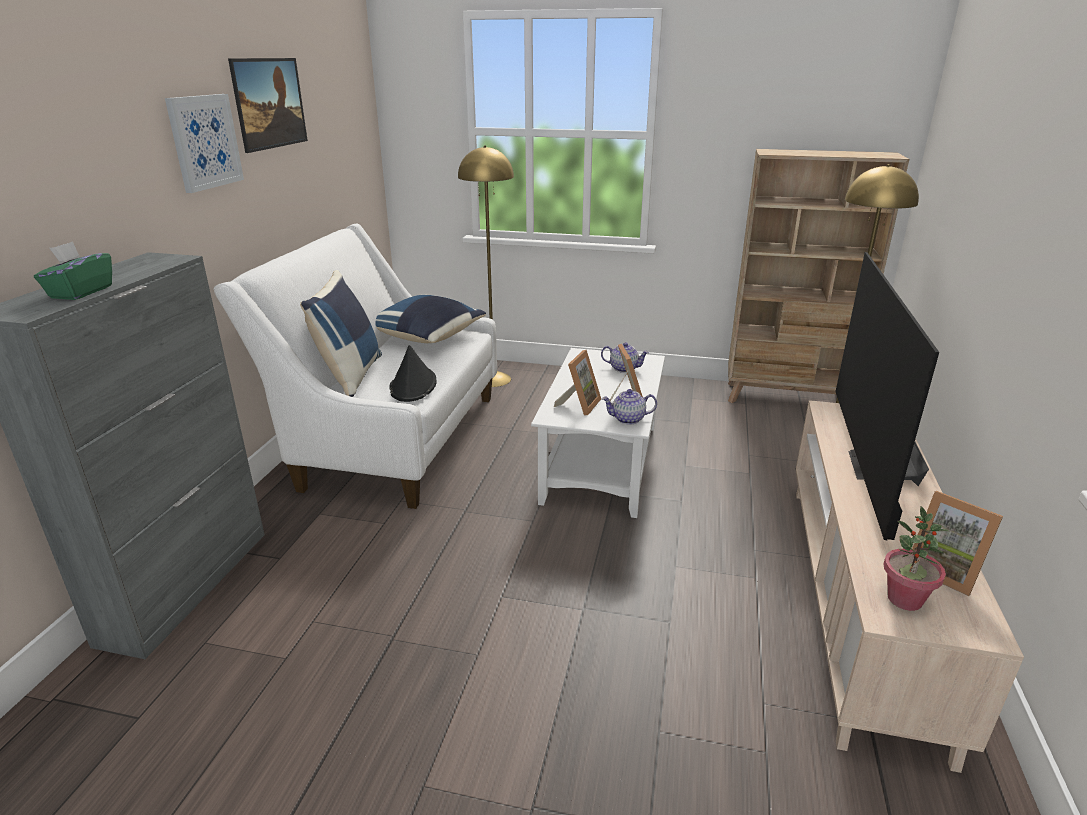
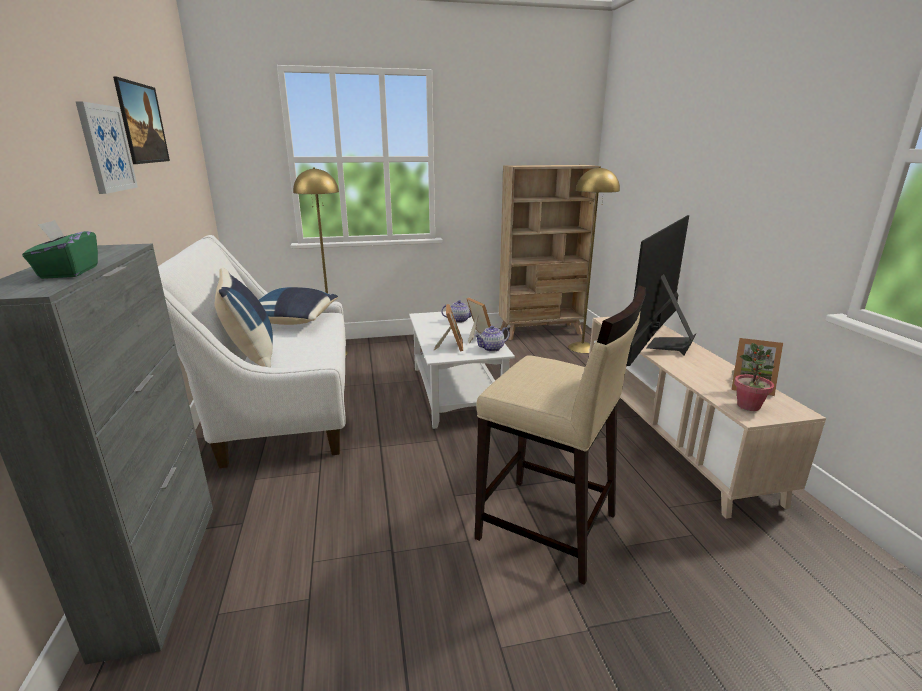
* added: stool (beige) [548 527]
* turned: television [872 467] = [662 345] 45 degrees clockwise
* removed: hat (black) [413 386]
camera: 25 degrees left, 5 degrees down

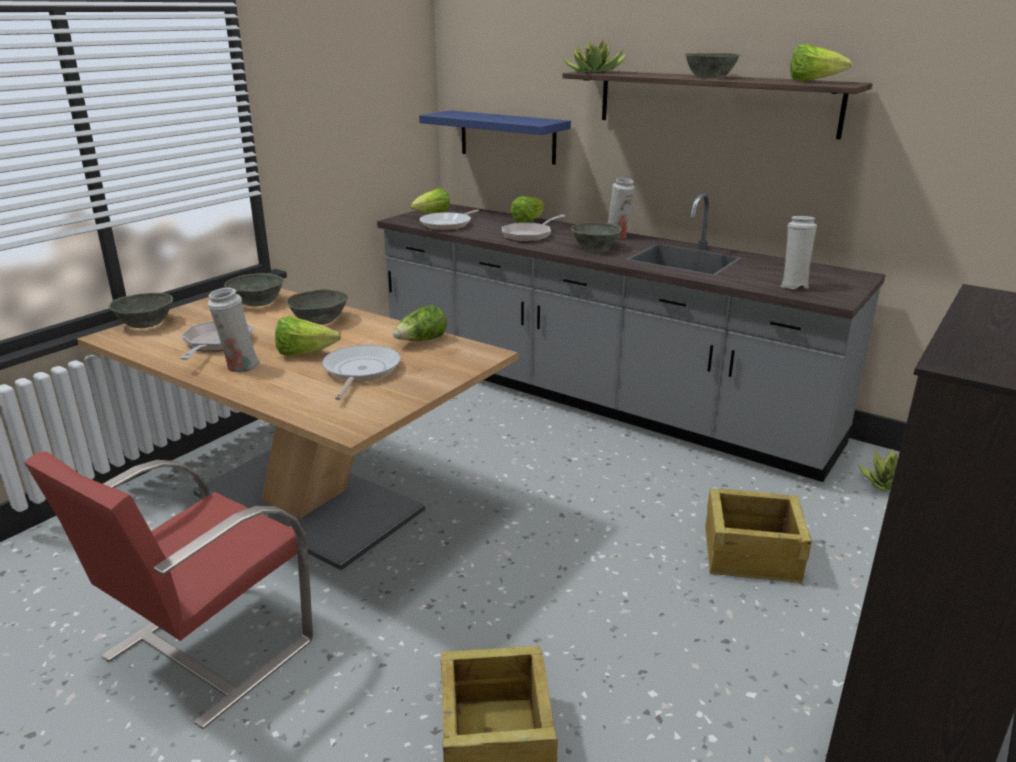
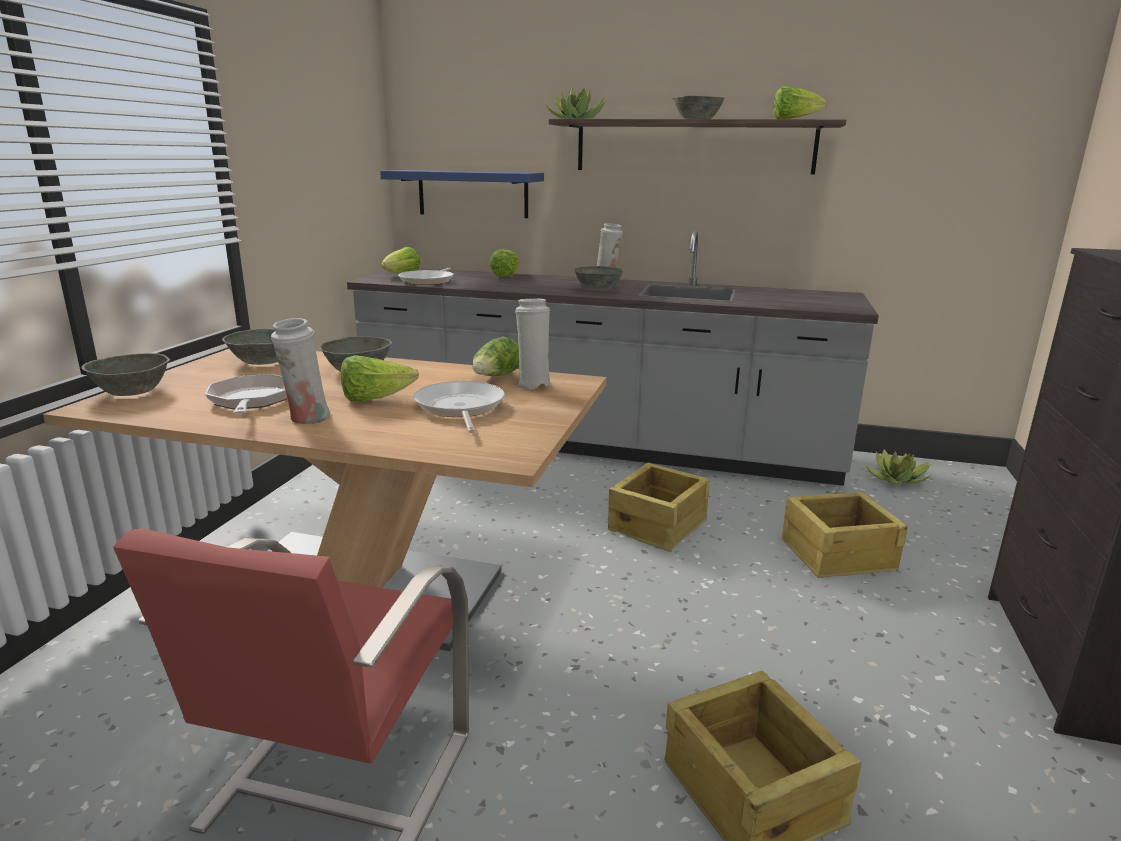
* moved: vase (white) [793 286] to [533 385]
* added: crate [659 525]
* removed: frying pan [529 235]
camera: 20 degrees left, 5 degrees down

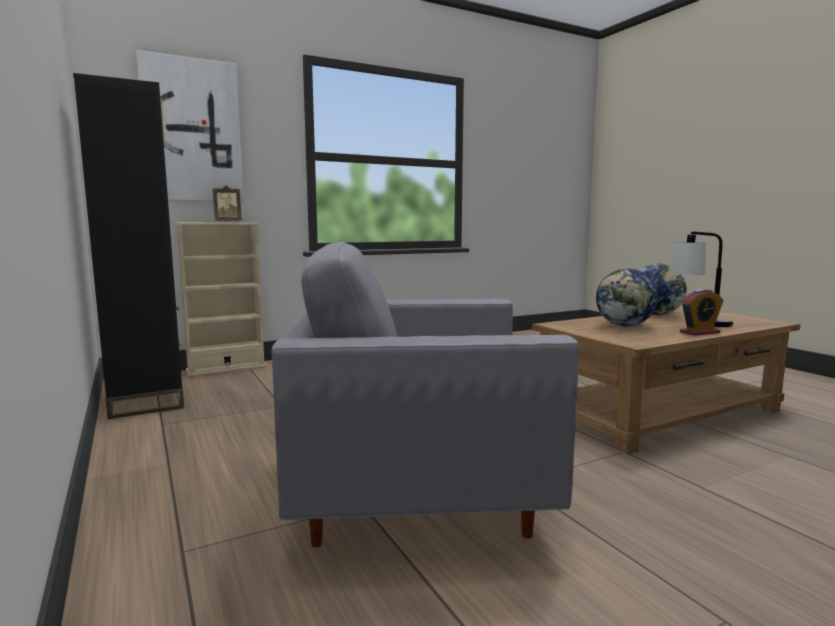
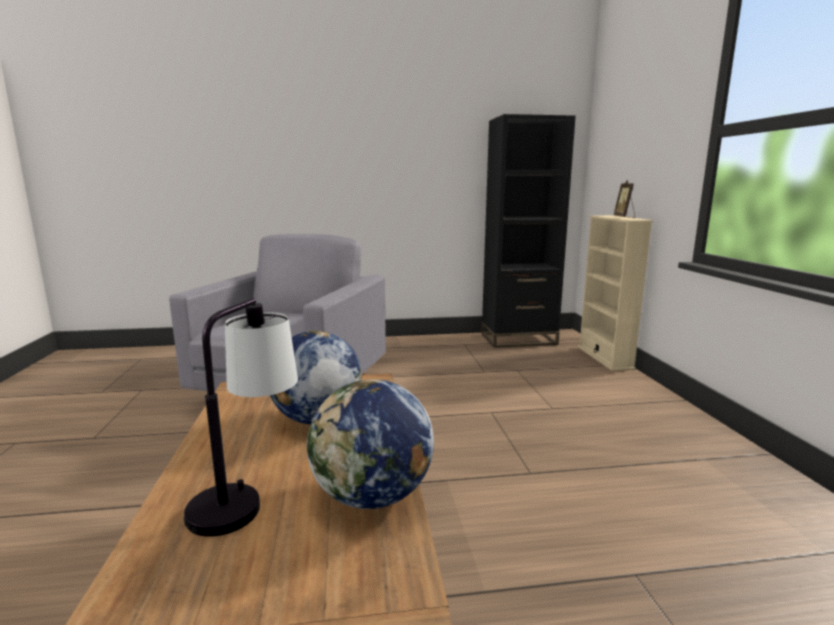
* removed: picture [192 131]
* removed: alarm clock [699 332]
camera: 110 degrees right, 5 degrees up

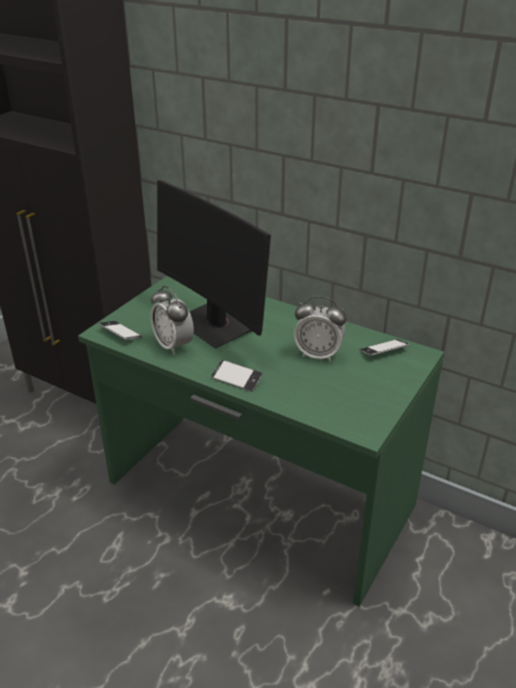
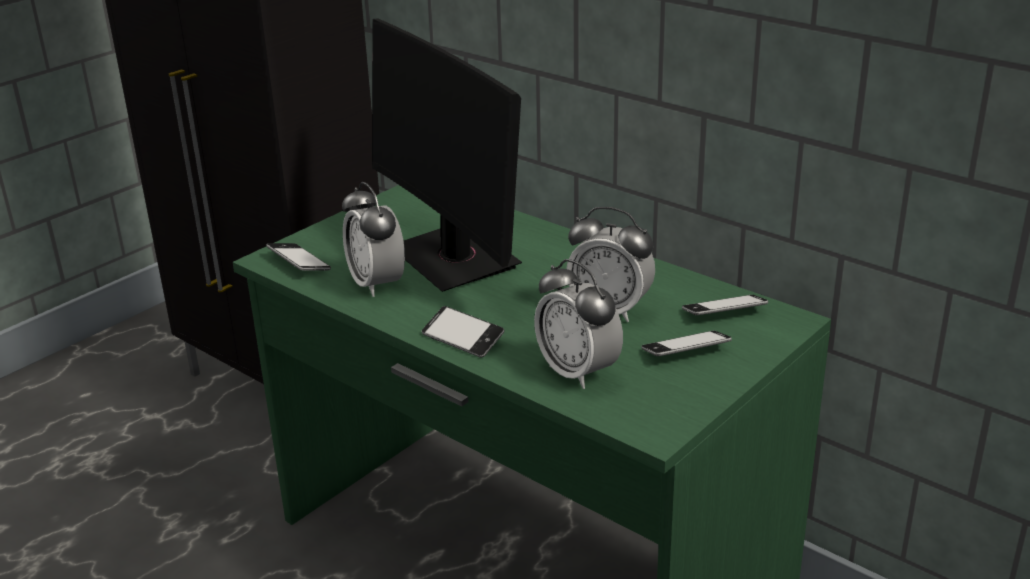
* added: alarm clock [578 372]
* added: phone [686 350]
camera: 10 degrees right, 5 degrees down

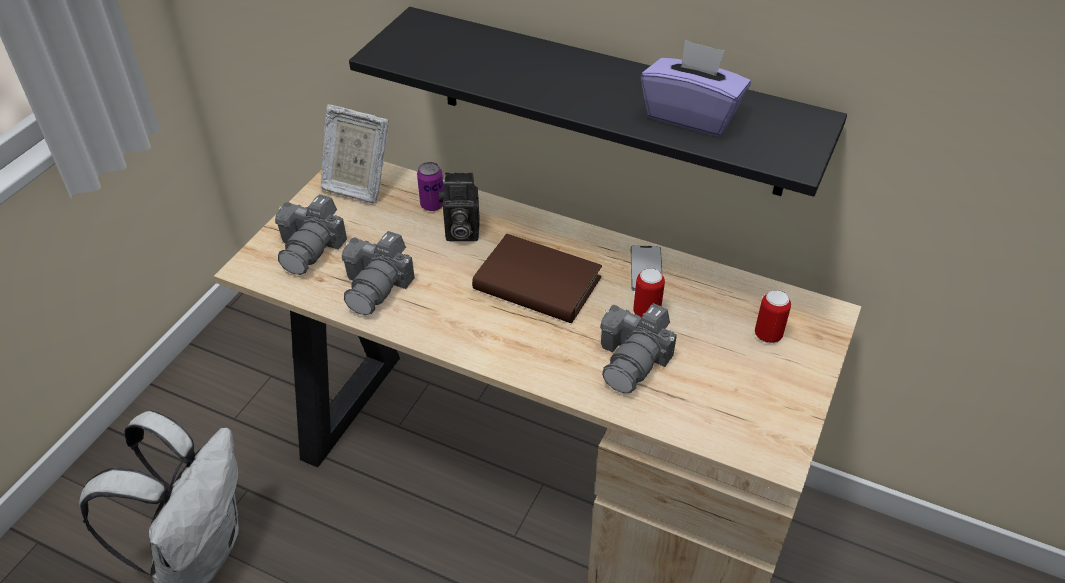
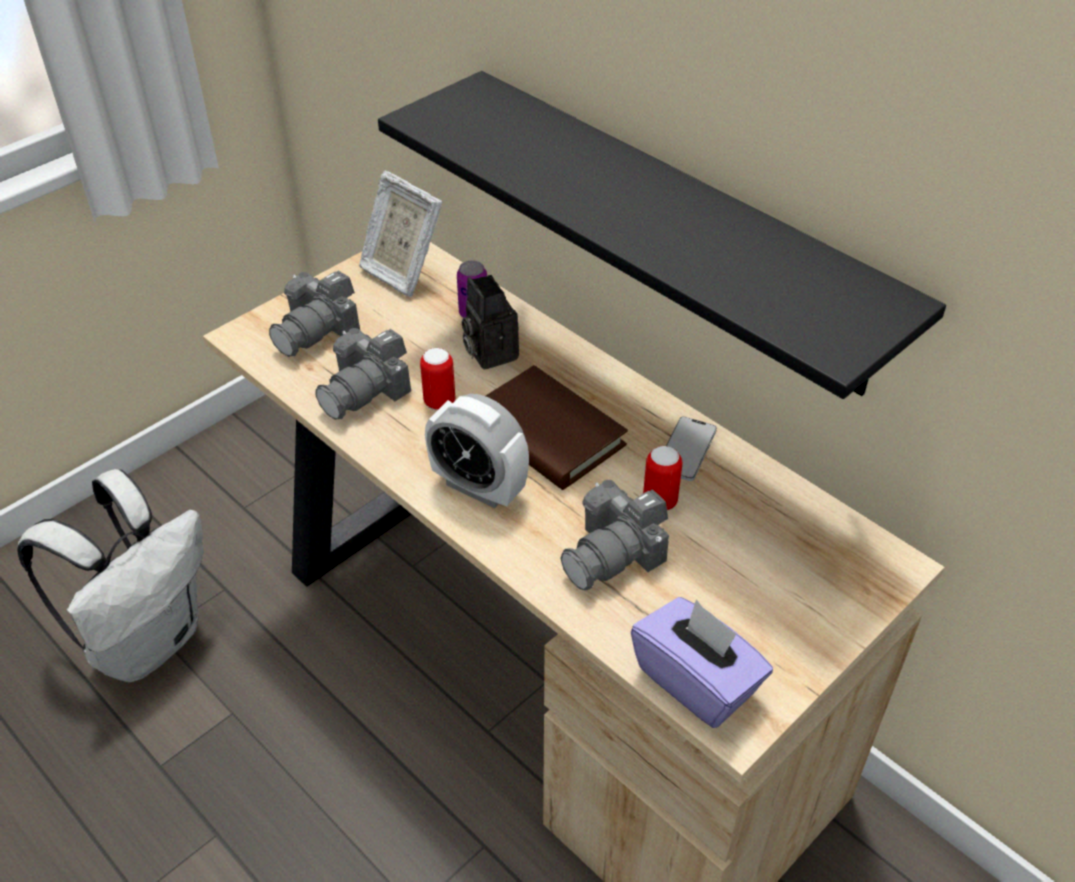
* moved: can [768 335] to [439 402]
* added: alarm clock [478 487]
* turned: photo camera [460 232] = [488 352] 45 degrees clockwise
* moved: tissue box (purple) [691 115] to [697 681]
camera: 20 degrees right, 0 degrees up

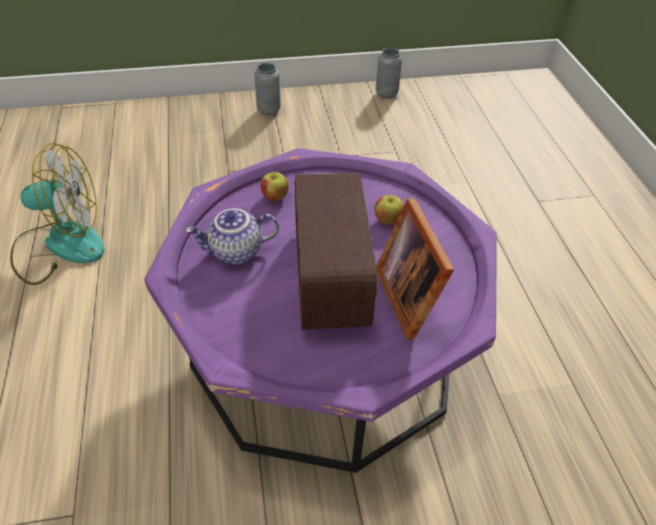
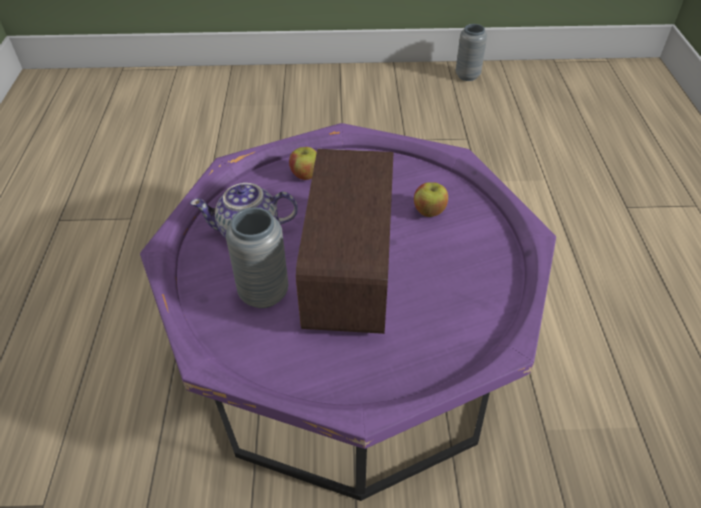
* moved: vase (grey) [268 110] to [264 293]
* removed: fan [60 245]
* removed: picture frame [411 296]
camera: 10 degrees right, 0 degrees up

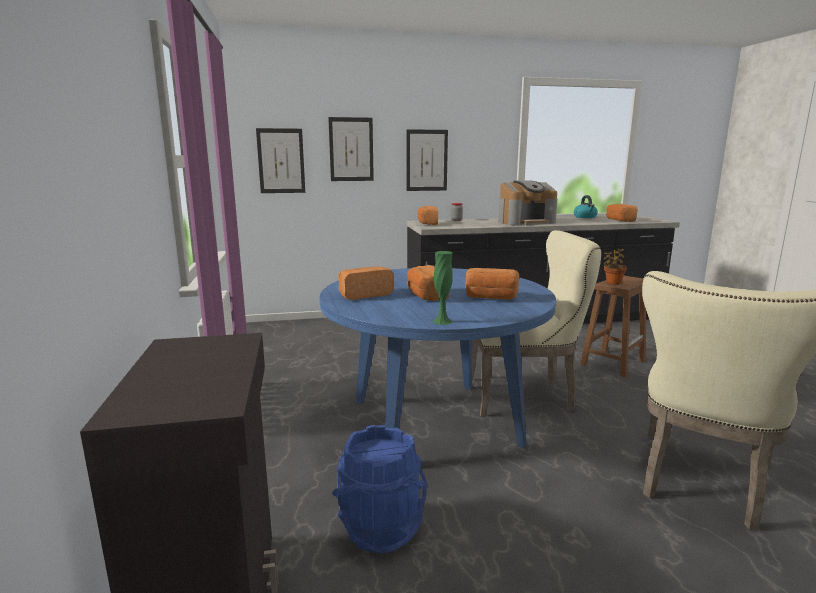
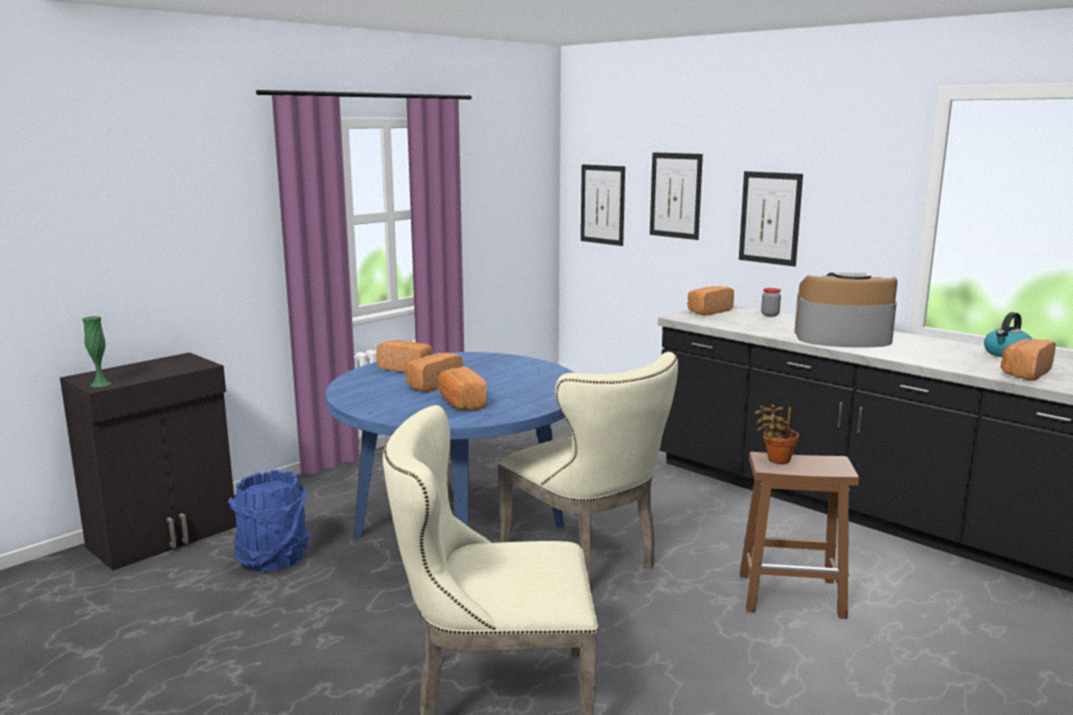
* moved: vase (green) [442 321] to [100 384]
* turned: coffee machine [525 222] = [842 338] 150 degrees clockwise
camera: 55 degrees right, 0 degrees up

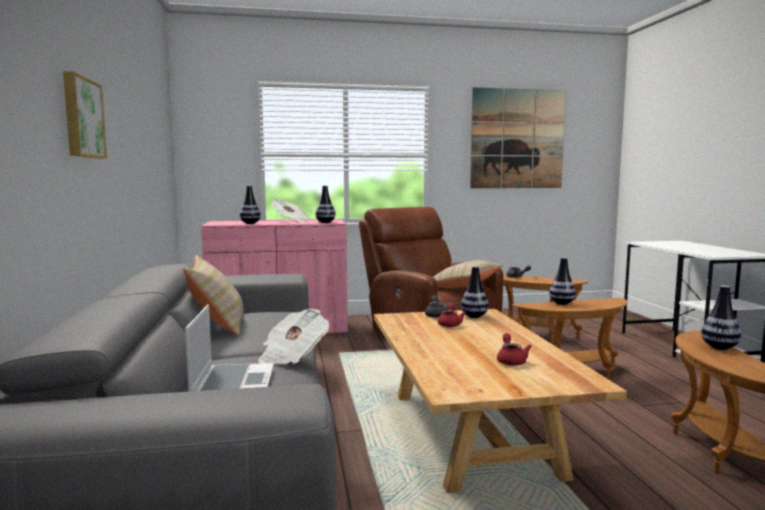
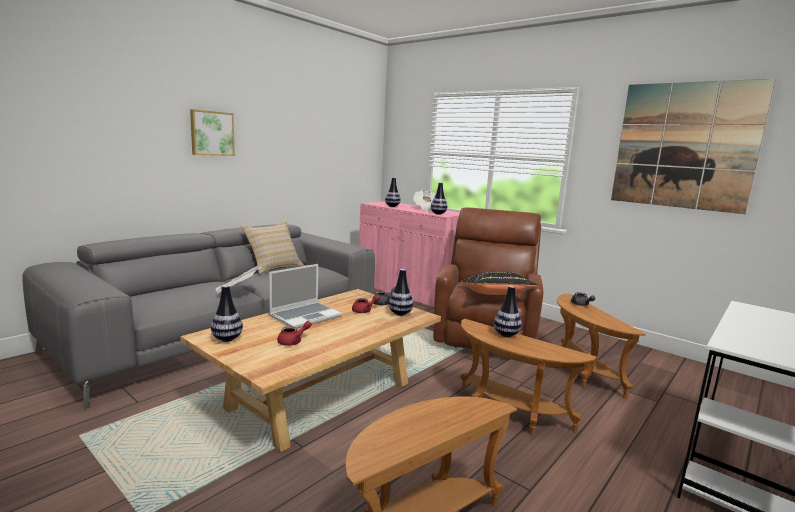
* moved: vase [719 347] to [227 339]
* moved: laptop [233 385] to [306 316]
* recoloured: pillow (beige) [463 287] to pillow (black) [495 295]
camera: 50 degrees right, 5 degrees up

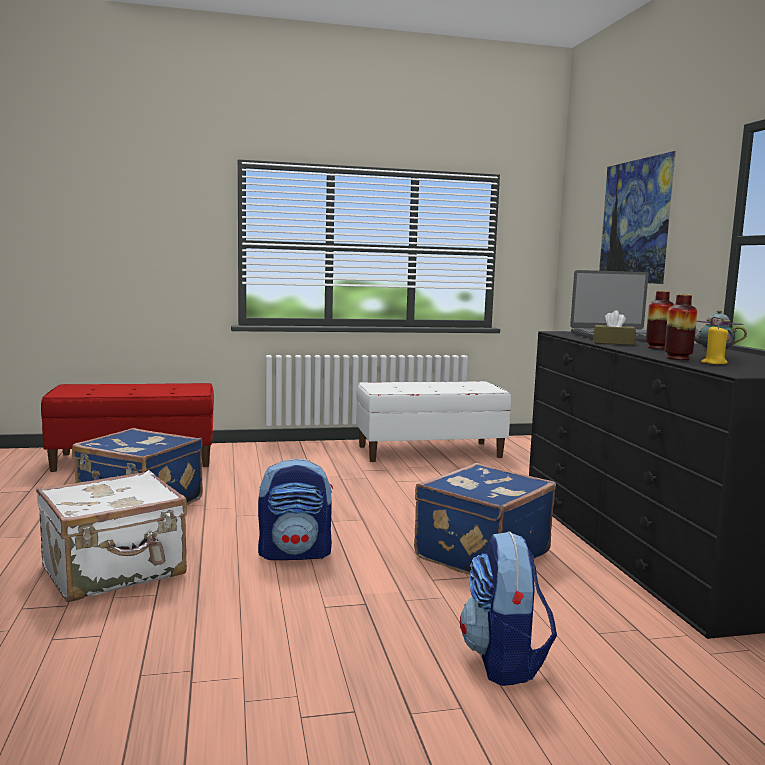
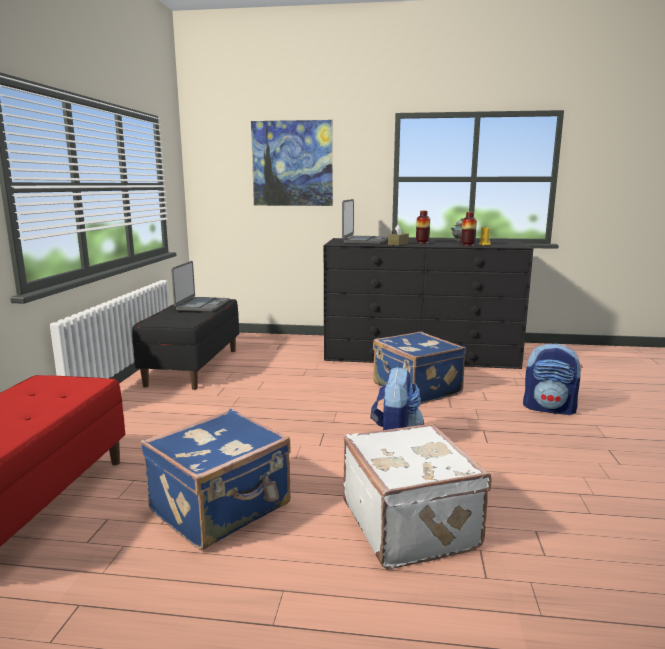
* recoloured: bench (white) [430 451] to bench (black) [193 367]
* added: laptop [202 305]
camera: 70 degrees left, 5 degrees up

